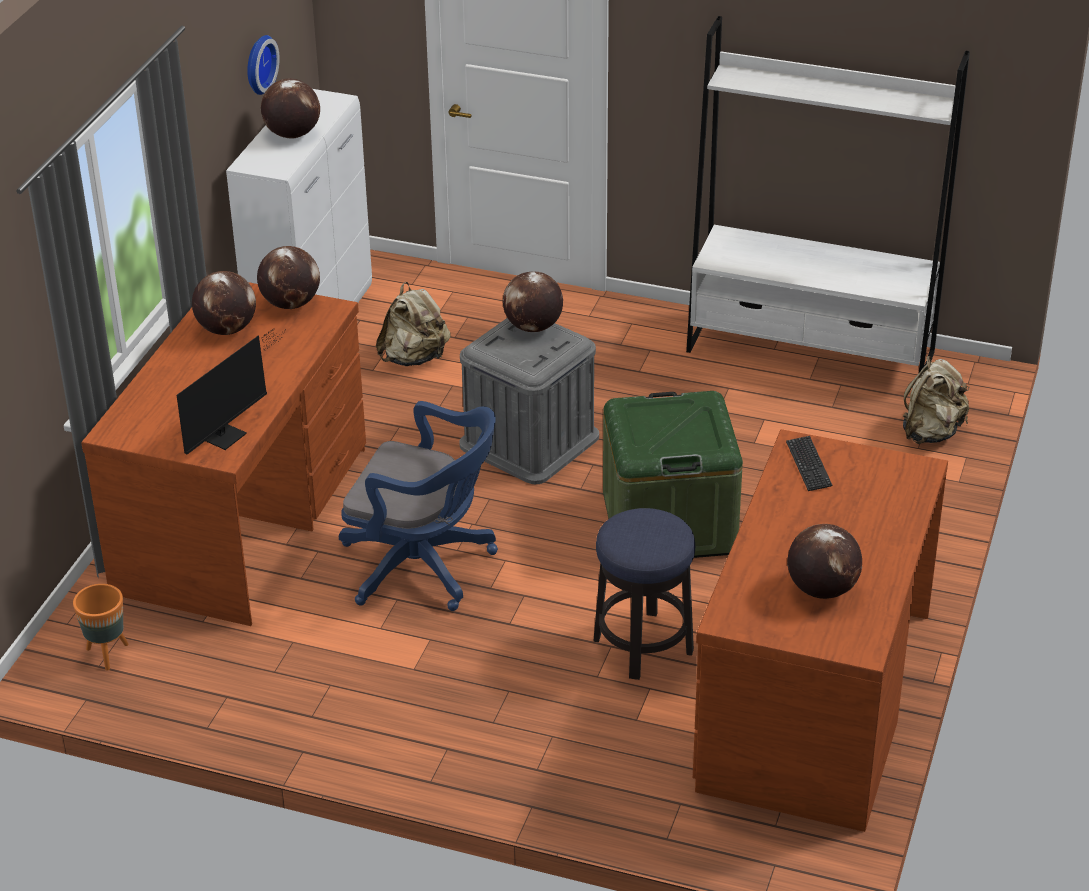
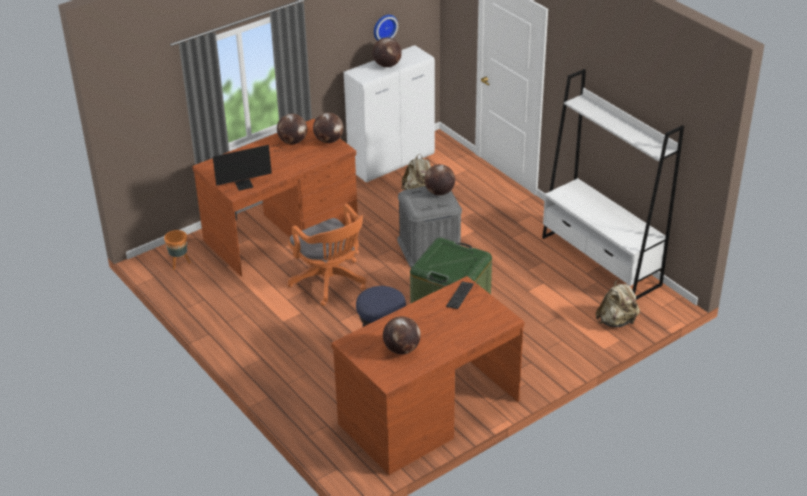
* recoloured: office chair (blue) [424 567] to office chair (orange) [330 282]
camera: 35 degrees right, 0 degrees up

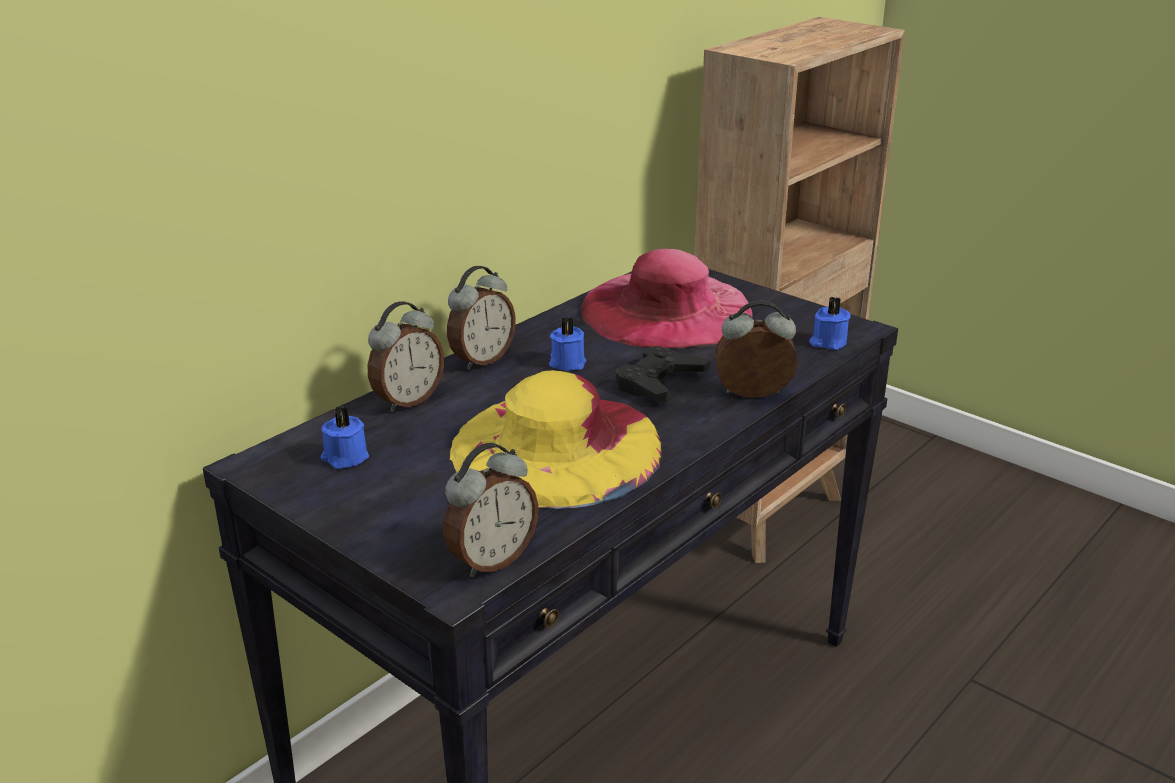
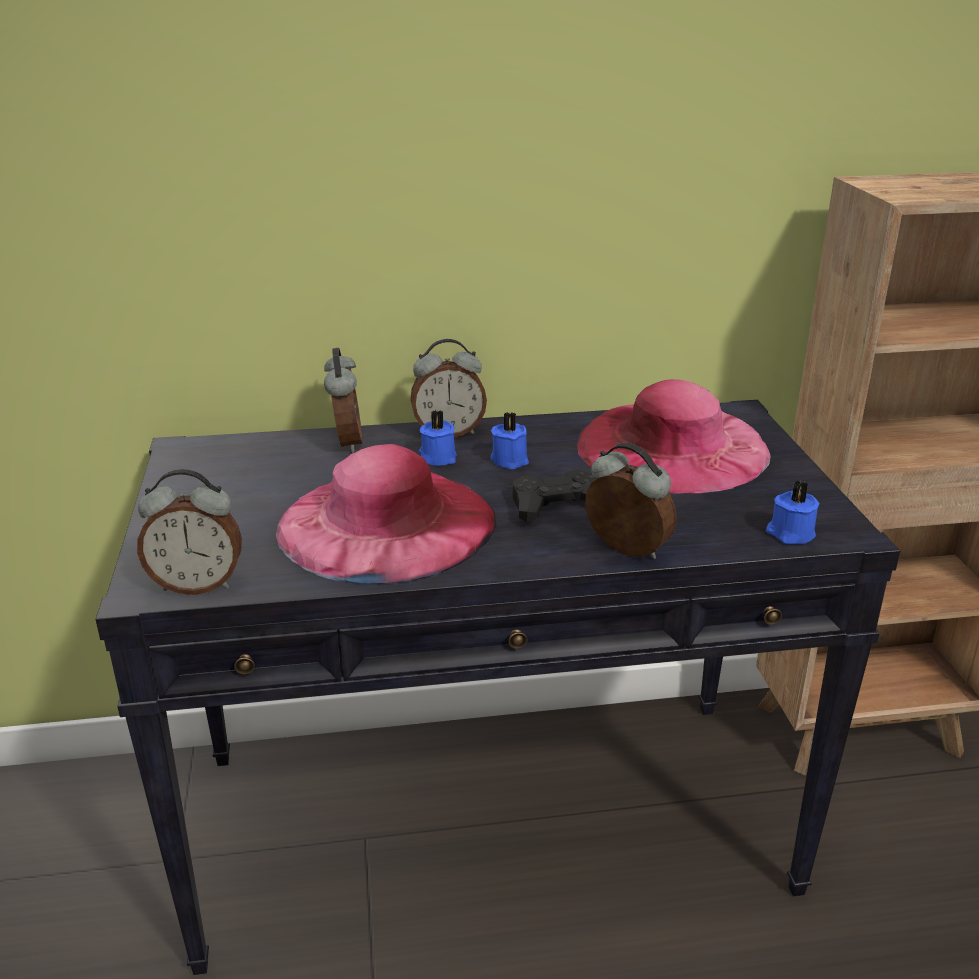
* recoloured: hat (yellow) [557 447] to hat (pink) [386 523]
* turned: alarm clock [407 400] = [346 443] 90 degrees counterclockwise
* moved: candle (blue) [344 457] to [437 457]
camera: 40 degrees right, 0 degrees up

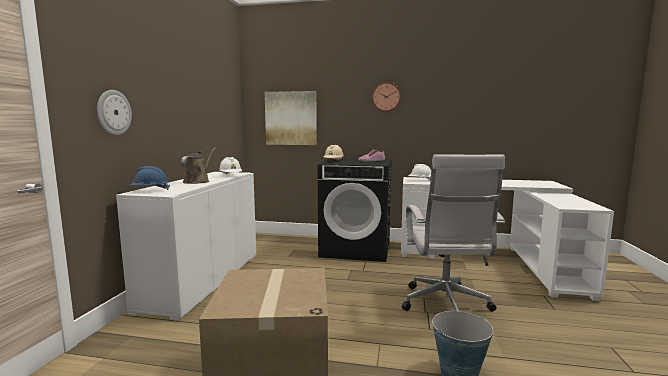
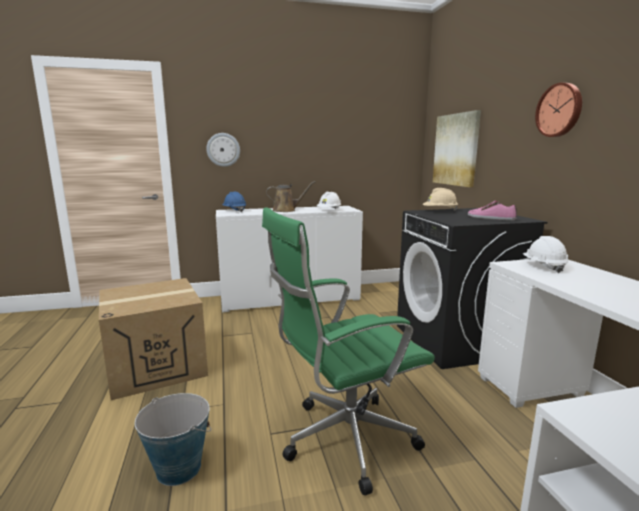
* recoloured: office chair (white) [446 306] to office chair (green) [343 440]
camera: 65 degrees right, 5 degrees up

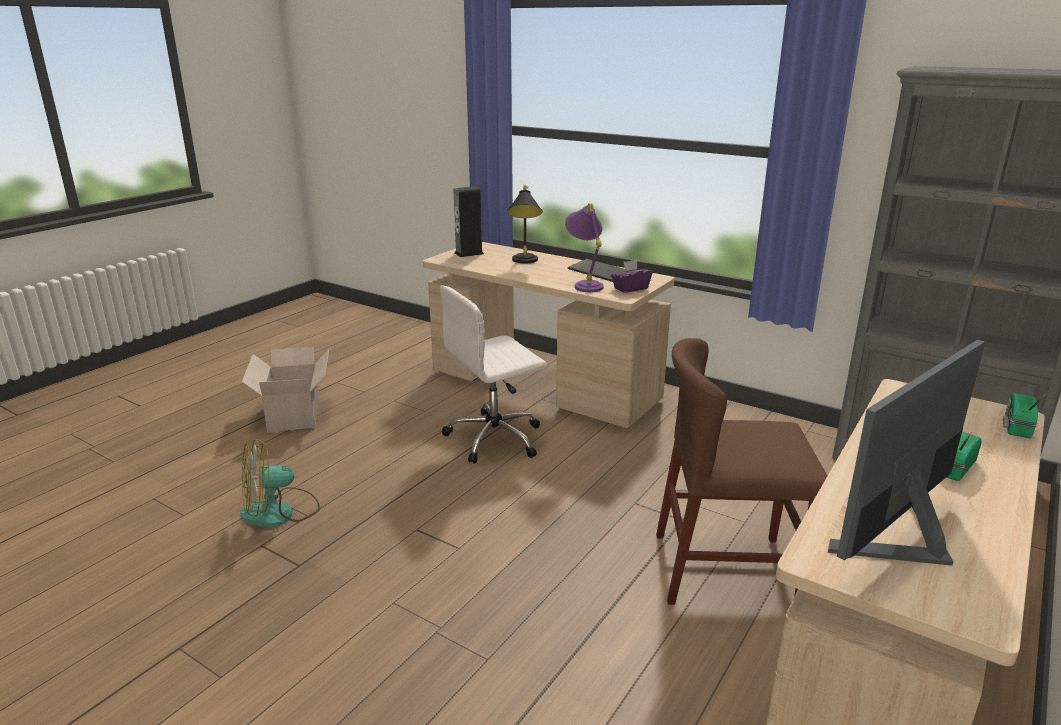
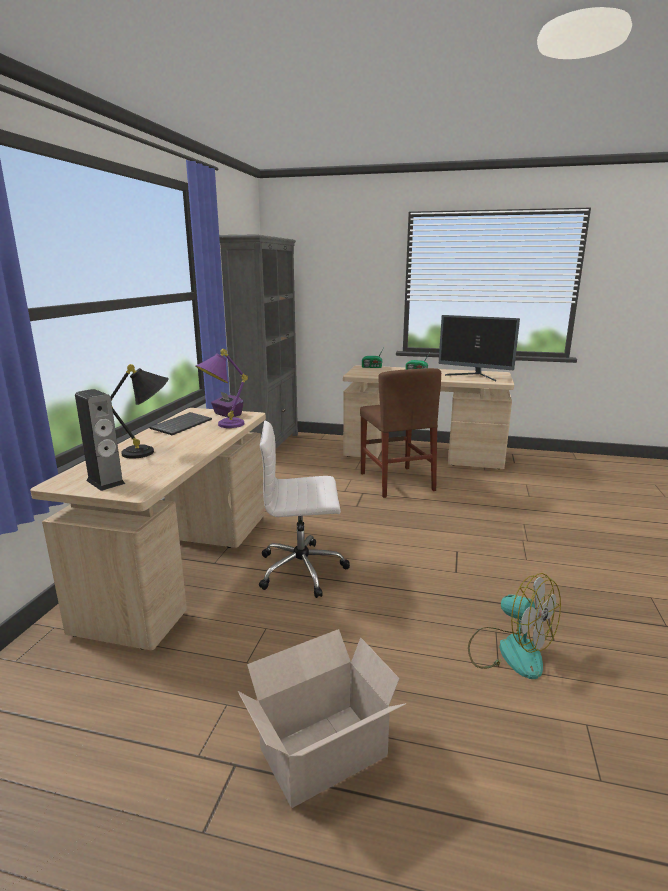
* turned: office chair (white) [496 438] = [303 570] 135 degrees clockwise
camera: 110 degrees left, 5 degrees down

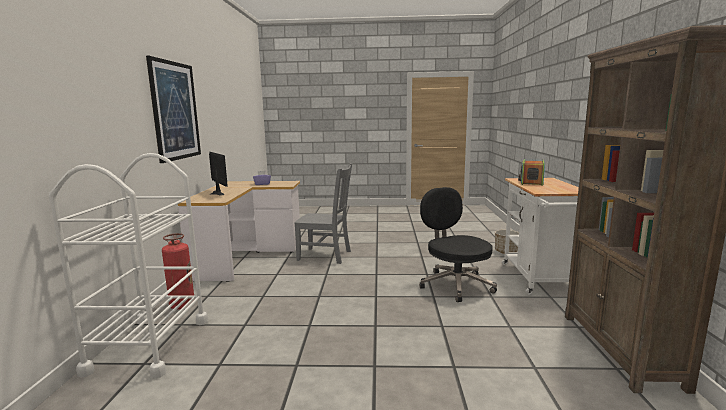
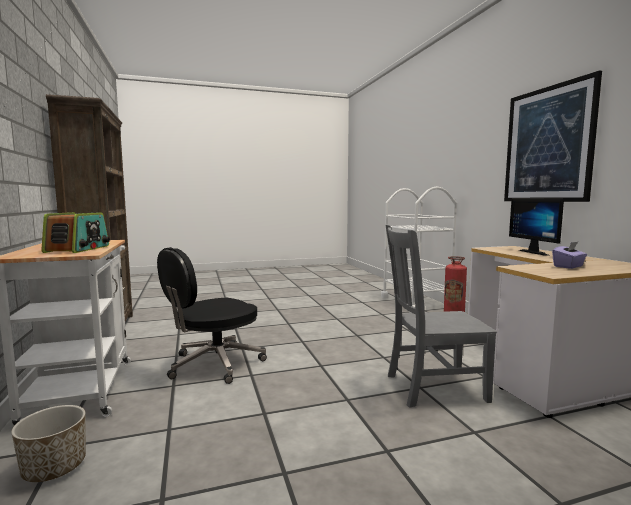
* turned: office chair (black) [455 284] = [214 364] 90 degrees clockwise
* turned: monitor [215 193] = [537 252] 45 degrees clockwise
camera: 160 degrees right, 5 degrees down

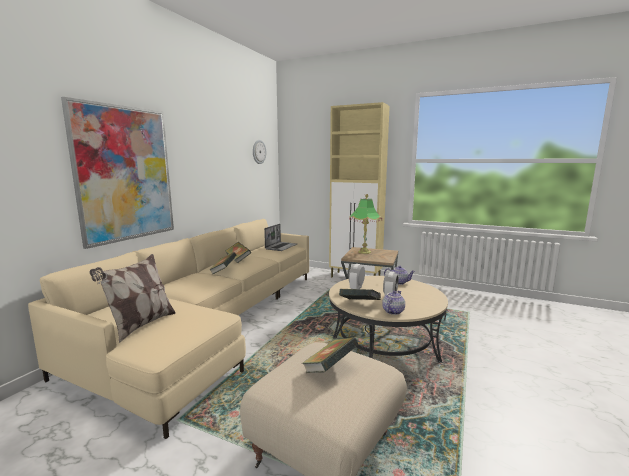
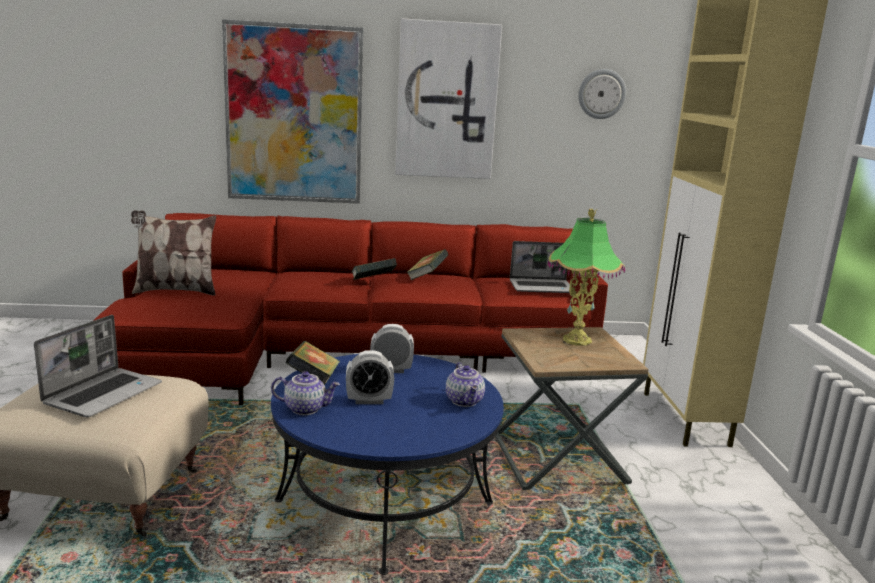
* replaced: book [329 369] to laptop [104 393]
* recoloured: sofa (beige) [213 324] to sofa (red) [346 354]
* recoloured: coffee table (beige) [383 349] to coffee table (blue) [385 501]
* added: picture [447 101]
camera: 60 degrees right, 5 degrees up

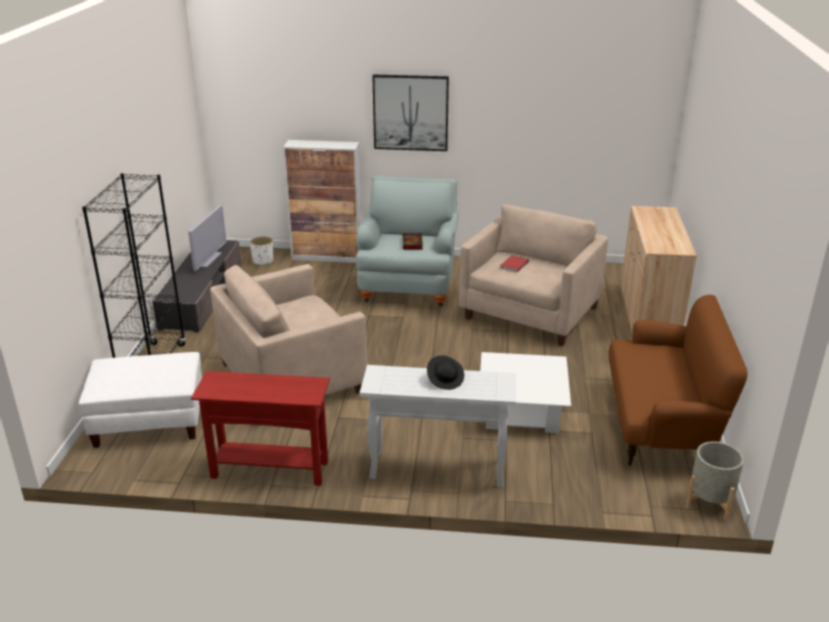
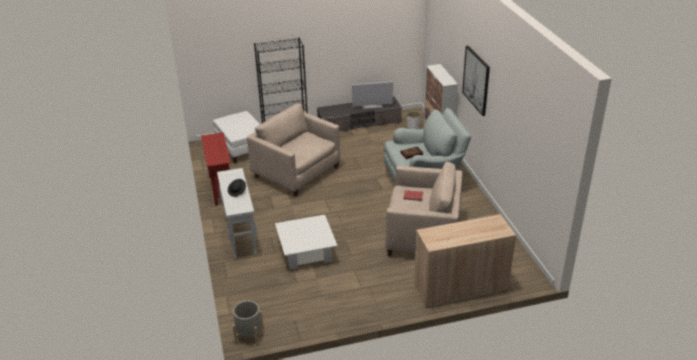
* removed: sofa (brown) [660 423]
camera: 70 degrees right, 5 degrees up

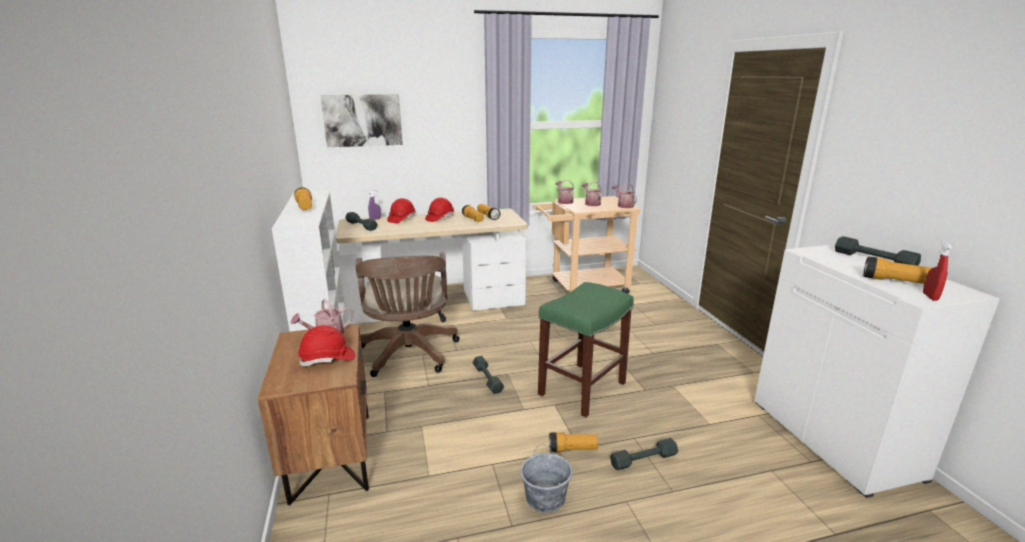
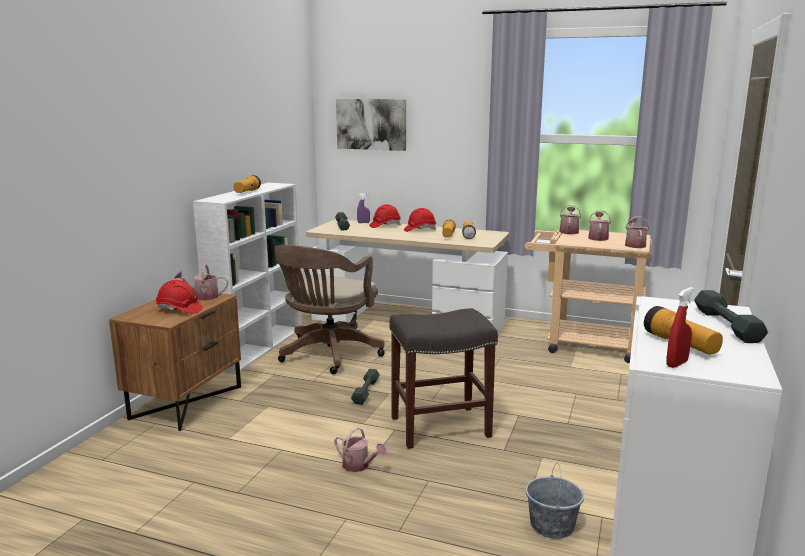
* replaced: flashlight [572 449] to watering can [359 466]
* recoloured: stool (green) [582 389] to stool (grey) [439 427]
* moved: bucket (grey) [545 497] to [552 525]
* removed: dumbbell (grey) [643 460]
camera: 35 degrees right, 5 degrees down

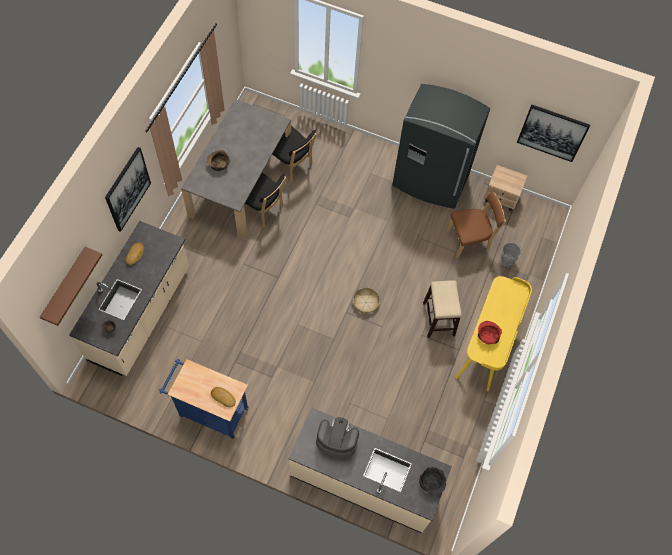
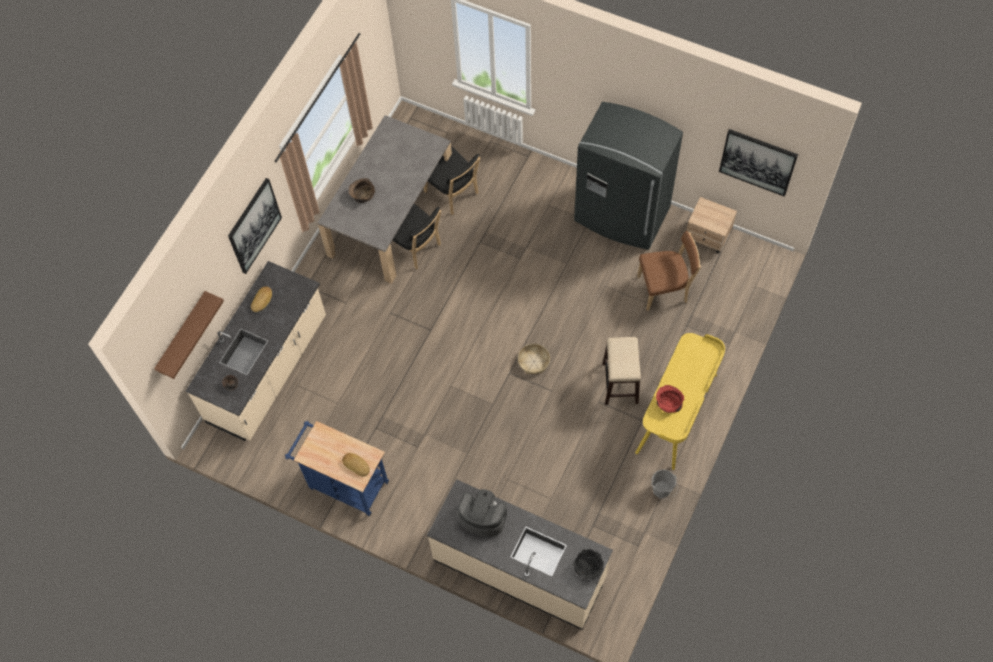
* moved: bucket (grey) [508 261] to [662 491]
camera: 10 degrees right, 0 degrees up

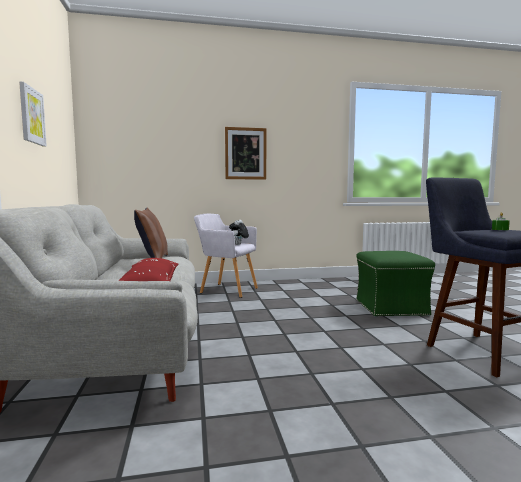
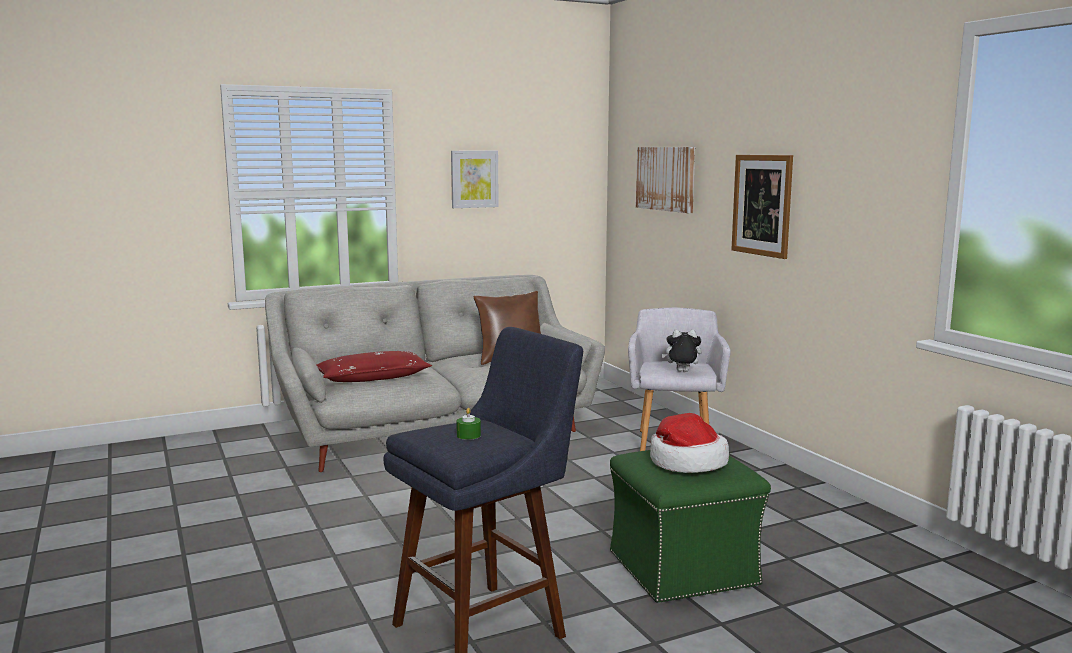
* added: picture [666 178]
* added: hat [686 462]
camera: 75 degrees right, 5 degrees up

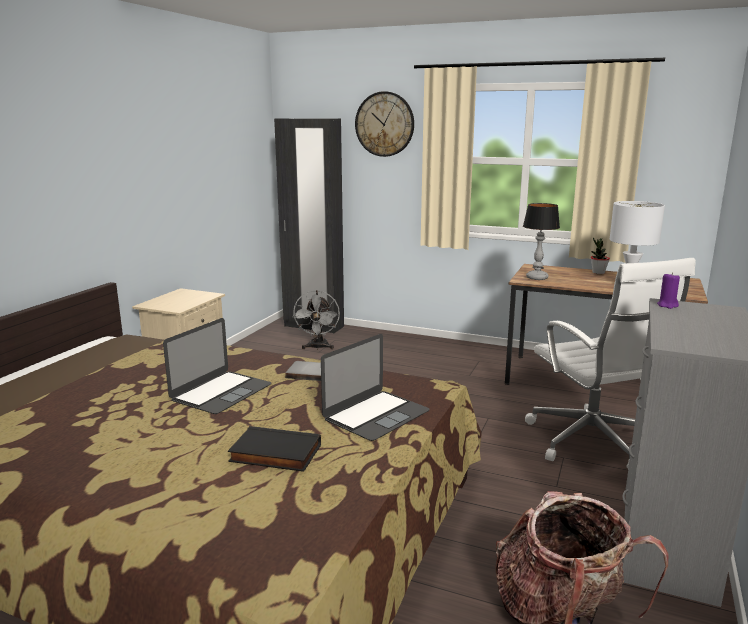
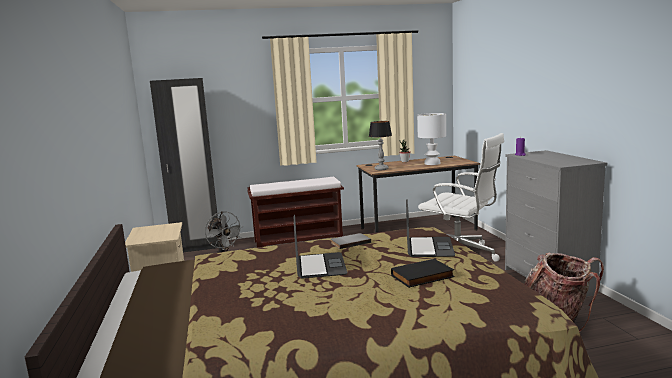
* added: bench (brown) [299 240]
* removed: wall clock [384 124]
camera: 35 degrees left, 5 degrees down

